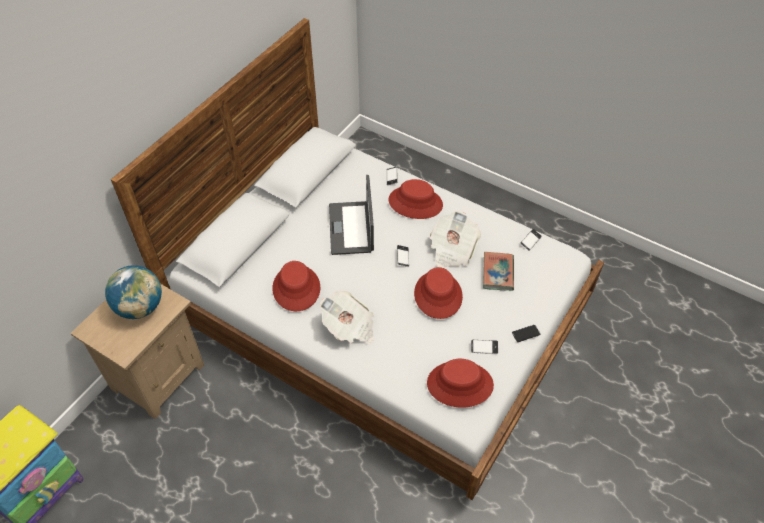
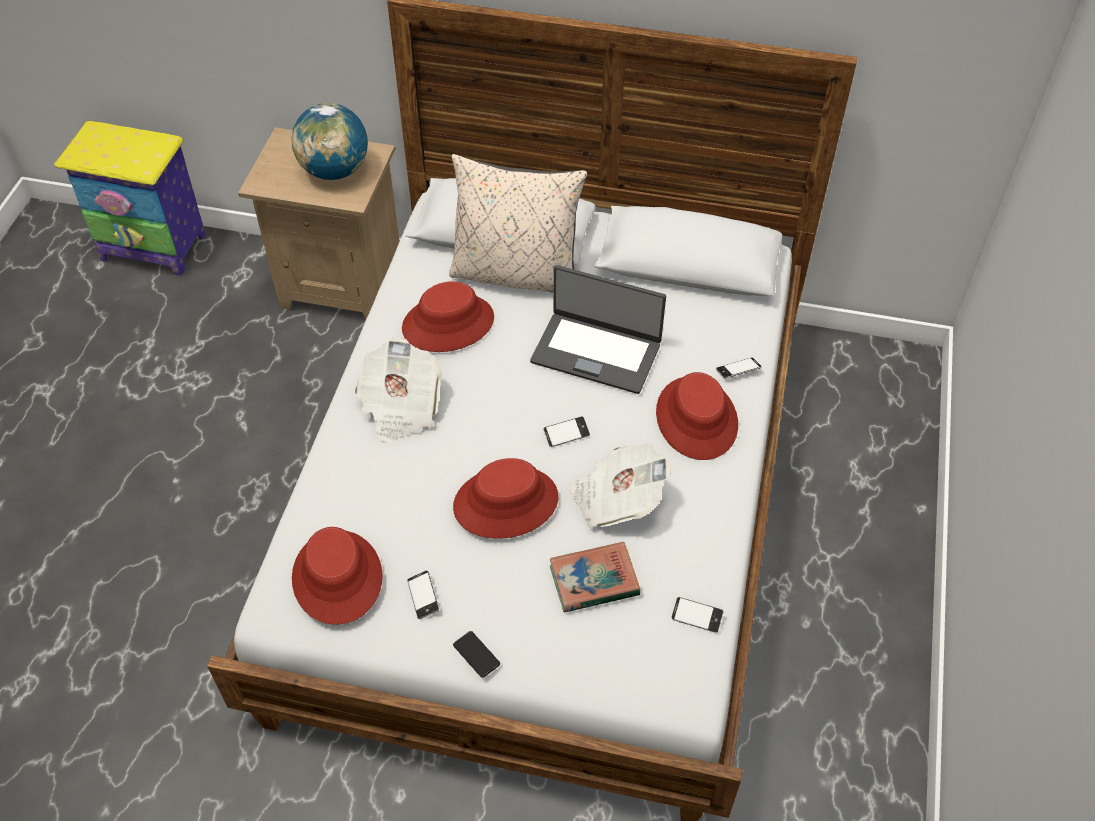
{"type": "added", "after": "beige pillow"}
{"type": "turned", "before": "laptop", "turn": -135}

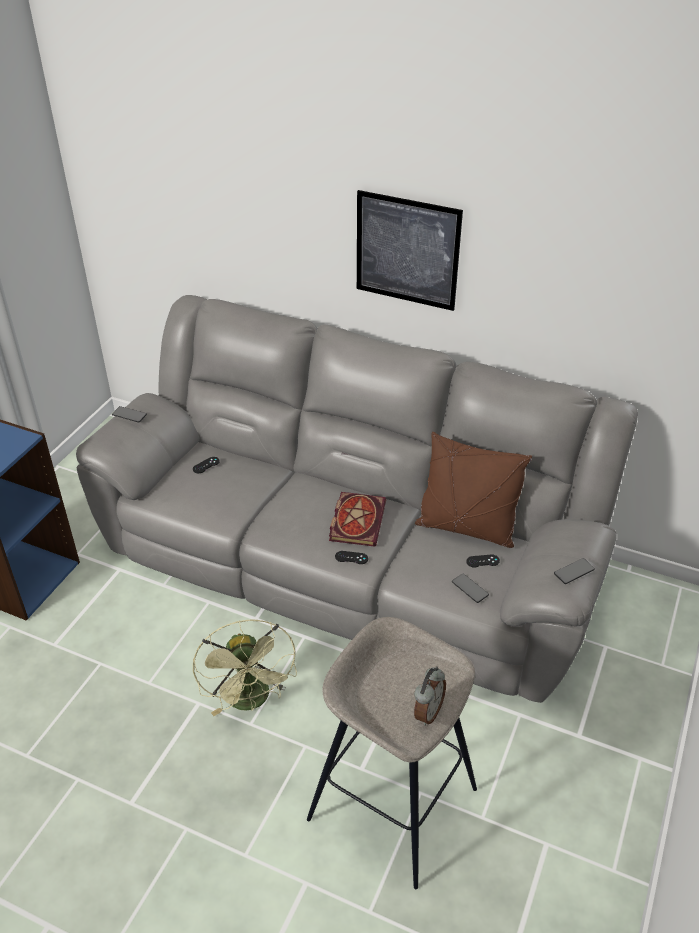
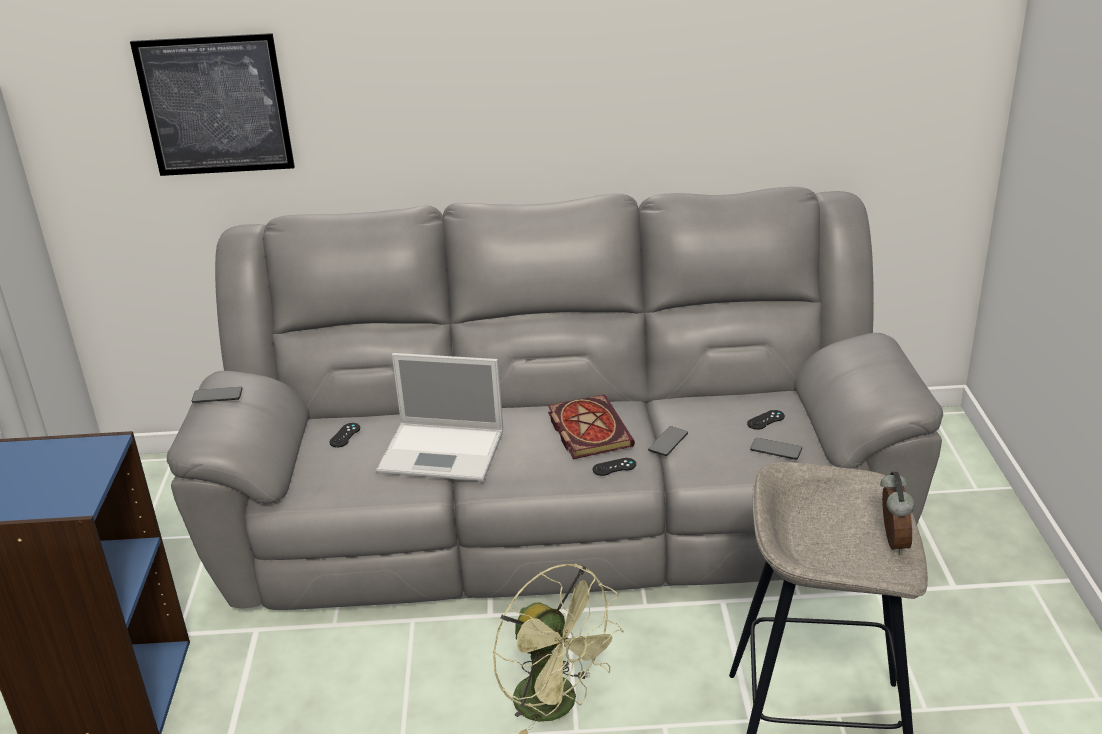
{"type": "moved", "before": "picture"}
{"type": "added", "after": "laptop"}
{"type": "moved", "before": "phone (3rd from left in the first image)", "after": "phone (2nd from left)"}
{"type": "removed", "before": "brown pillow"}

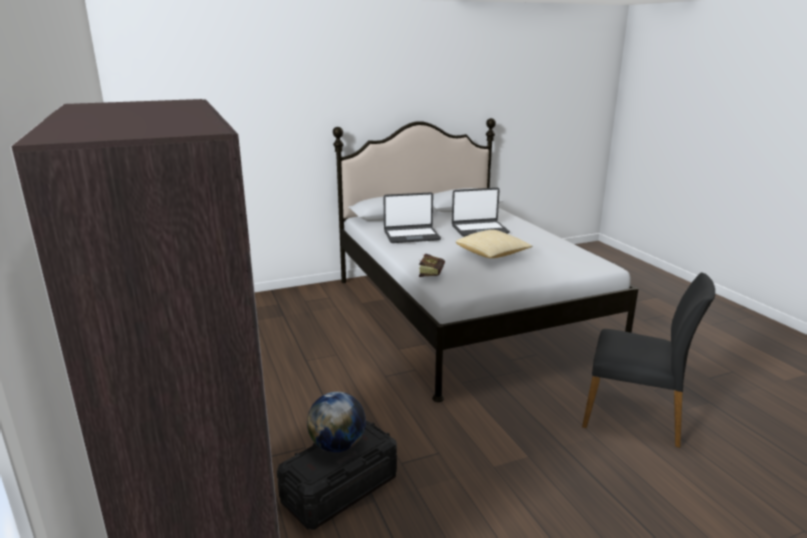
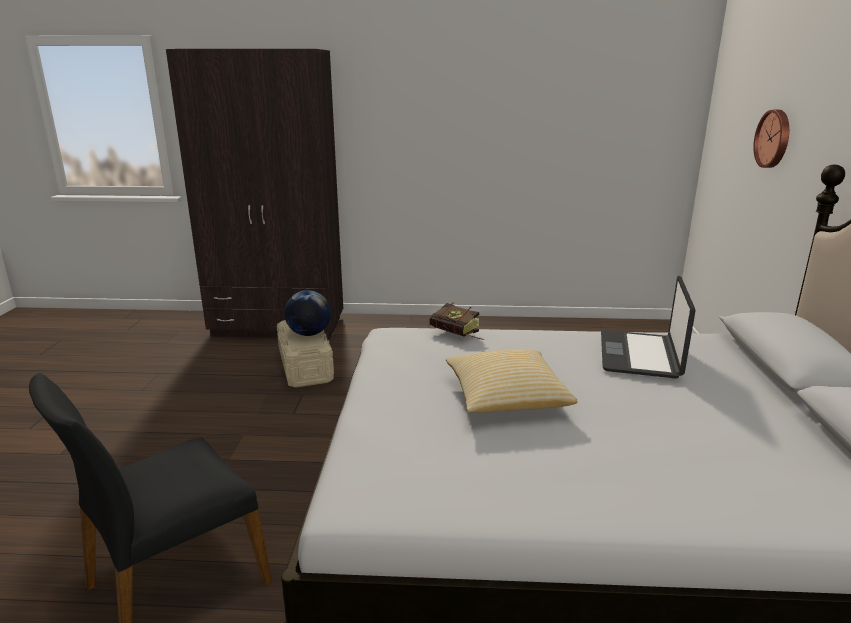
{"type": "recoloured", "before": "black storage box", "after": "beige storage box"}
{"type": "added", "after": "wall clock"}
{"type": "removed", "before": "laptop (2nd from left)"}

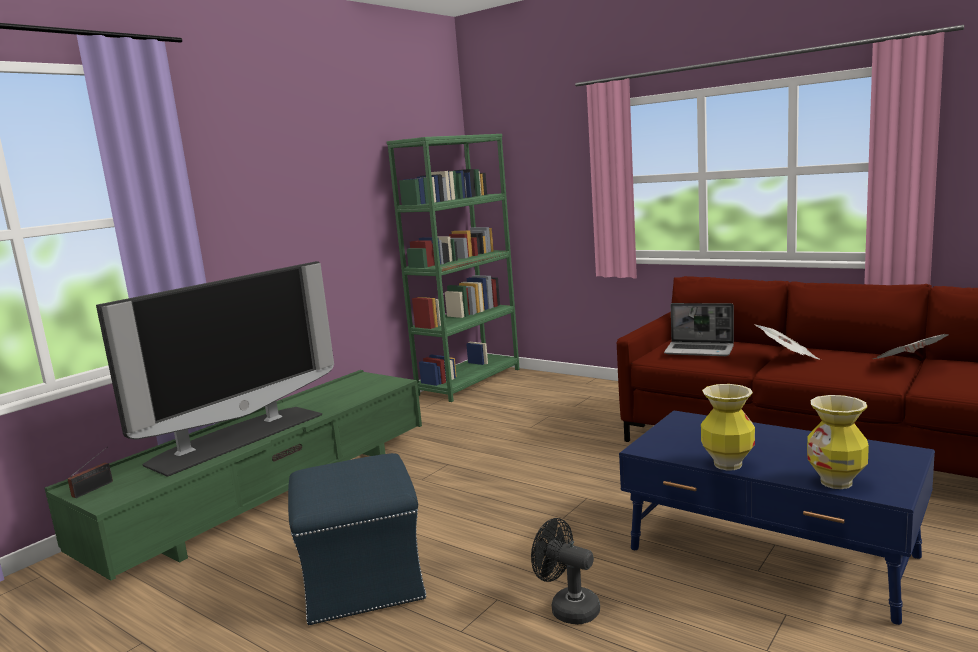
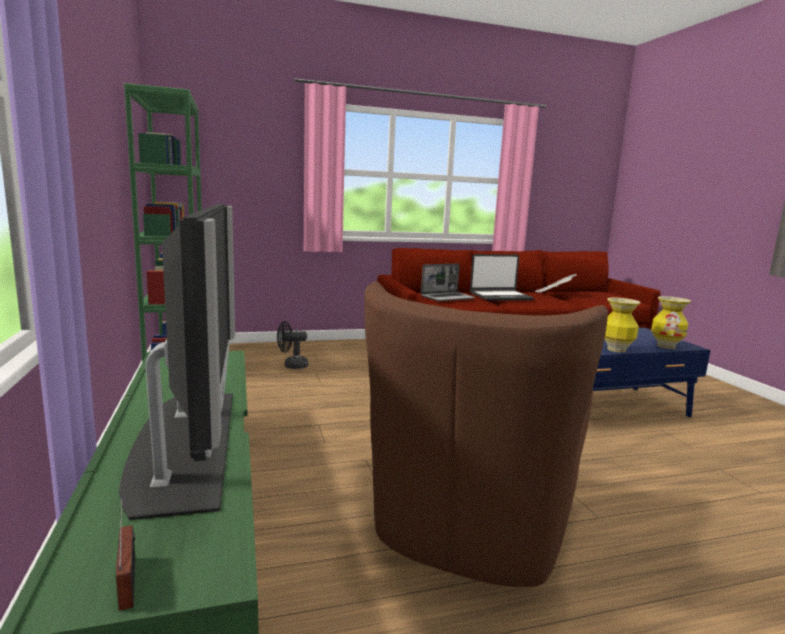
{"type": "moved", "before": "black fan"}
{"type": "replaced", "before": "blue ottoman", "after": "brown armchair"}
{"type": "replaced", "before": "newspaper (1st from left)", "after": "laptop (2nd from left)"}

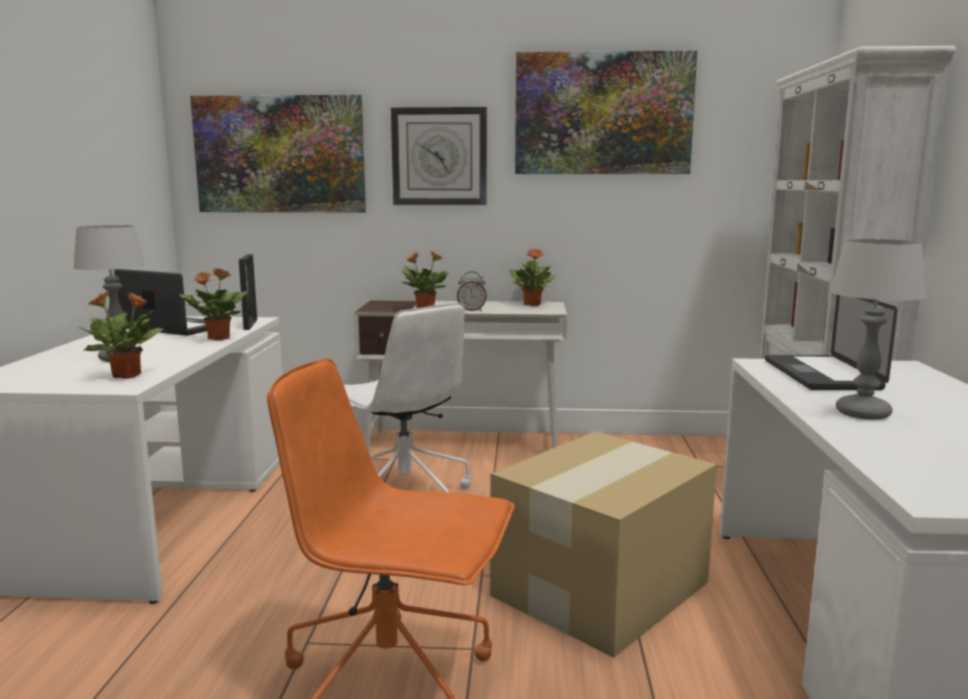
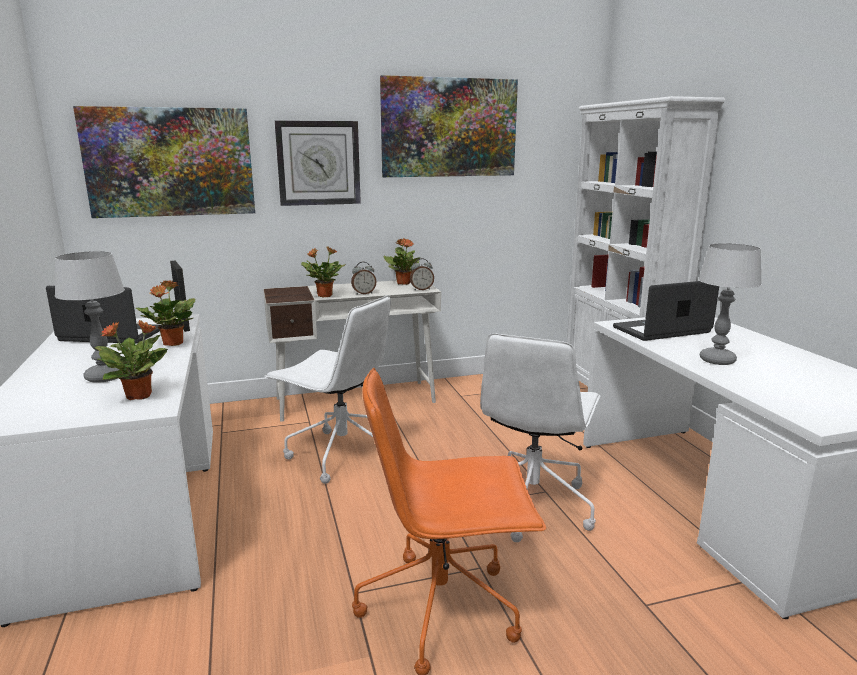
{"type": "added", "after": "alarm clock (2nd from left)"}
{"type": "replaced", "before": "cardboard box", "after": "white office chair (2nd from left)"}
{"type": "turned", "before": "laptop (2nd from left)", "turn": 90}

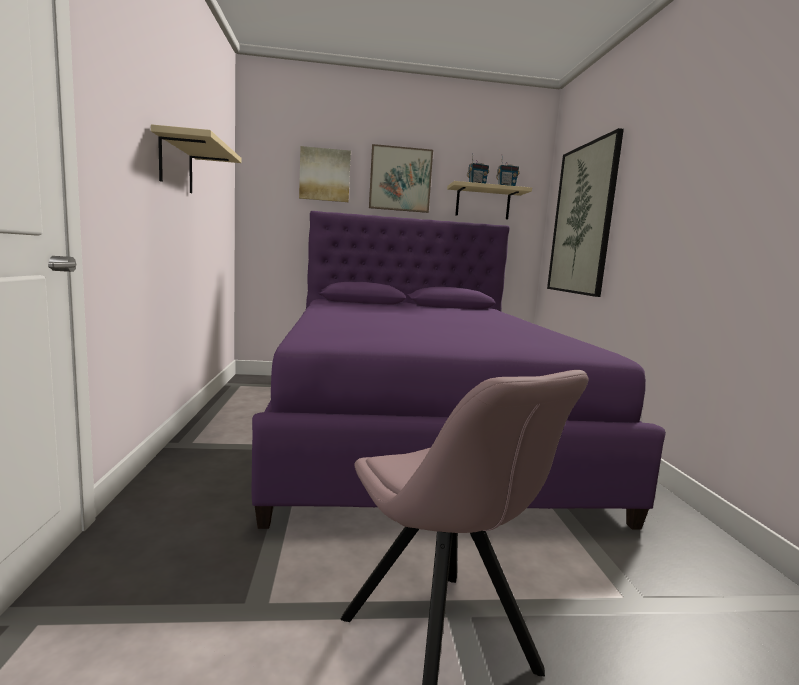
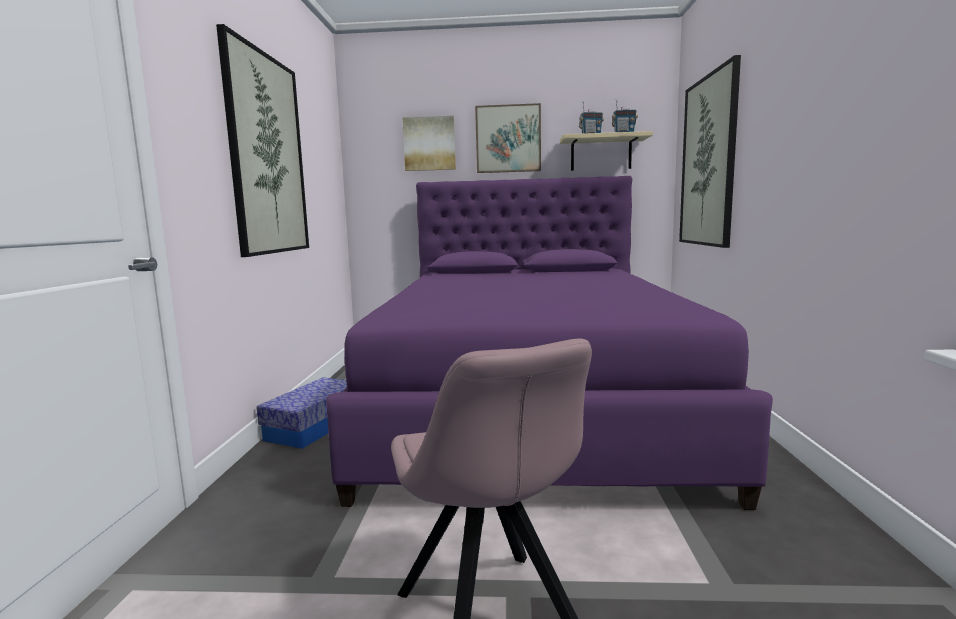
{"type": "replaced", "before": "beige shelf (1st from left)", "after": "picture (1st from left)"}
{"type": "added", "after": "storage box"}

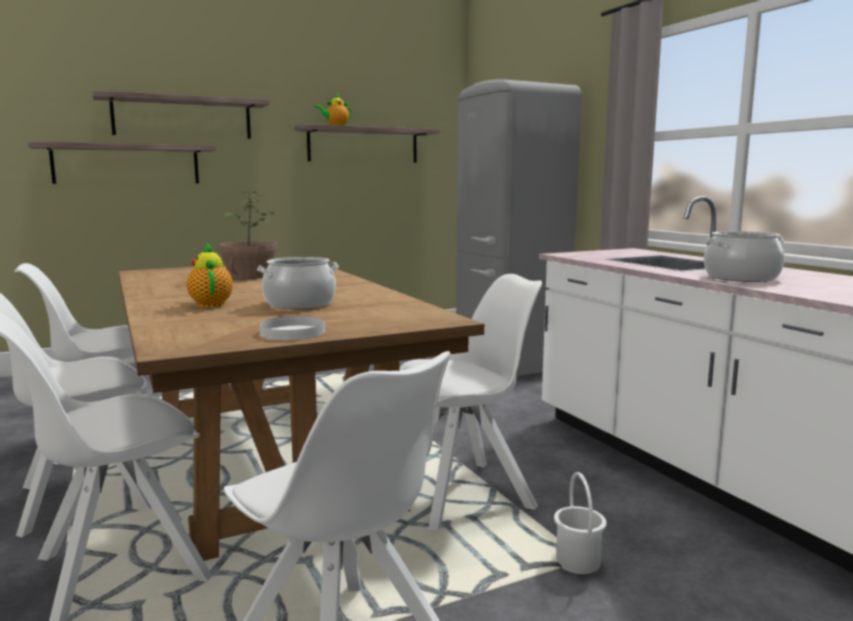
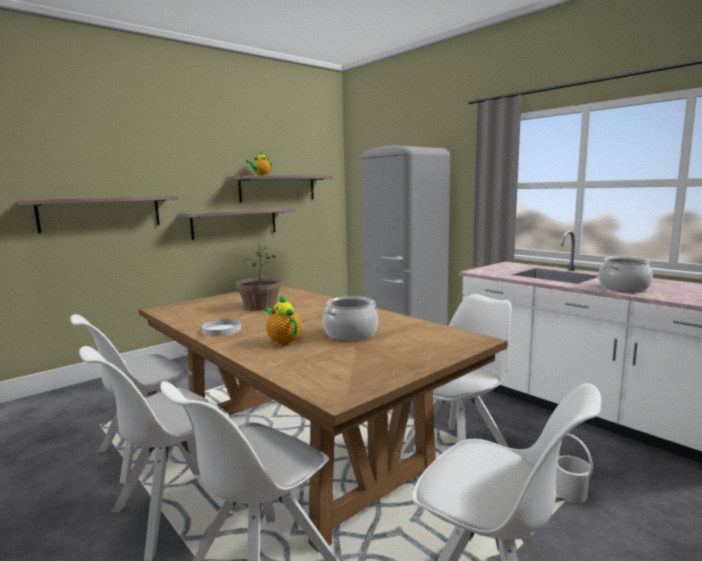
{"type": "moved", "before": "shelf (2nd from left)"}
{"type": "moved", "before": "white plate"}

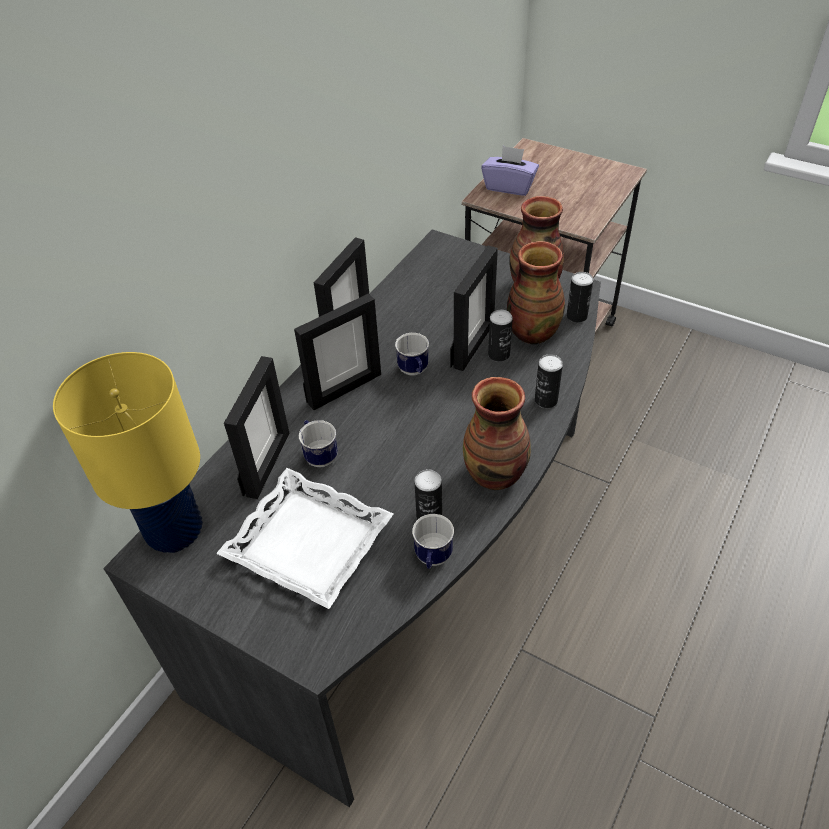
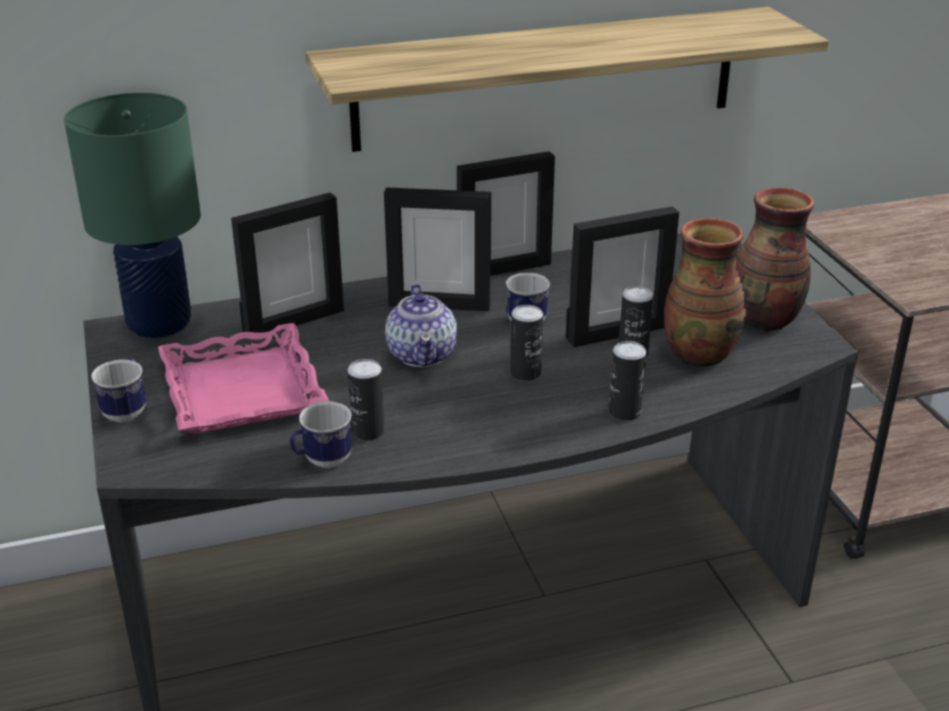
{"type": "recoloured", "before": "yellow table lamp", "after": "green table lamp"}
{"type": "moved", "before": "mug (1st from left)"}
{"type": "recoloured", "before": "white tray", "after": "pink tray"}
{"type": "added", "after": "shelf"}
{"type": "added", "after": "teapot"}
{"type": "moved", "before": "can (4th from left in the first image)", "after": "can (2nd from left)"}
{"type": "removed", "before": "vase (1st from left)"}
{"type": "removed", "before": "purple tissue box"}

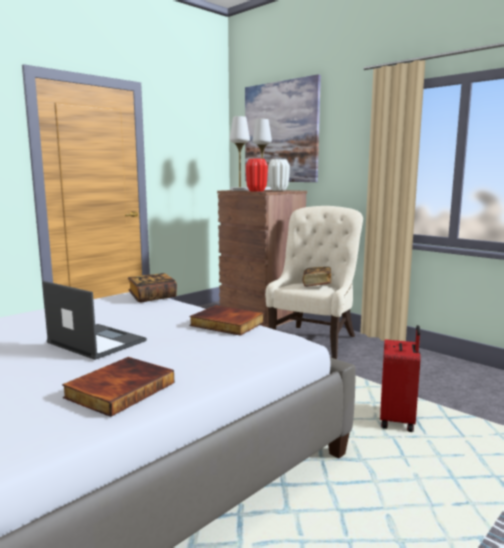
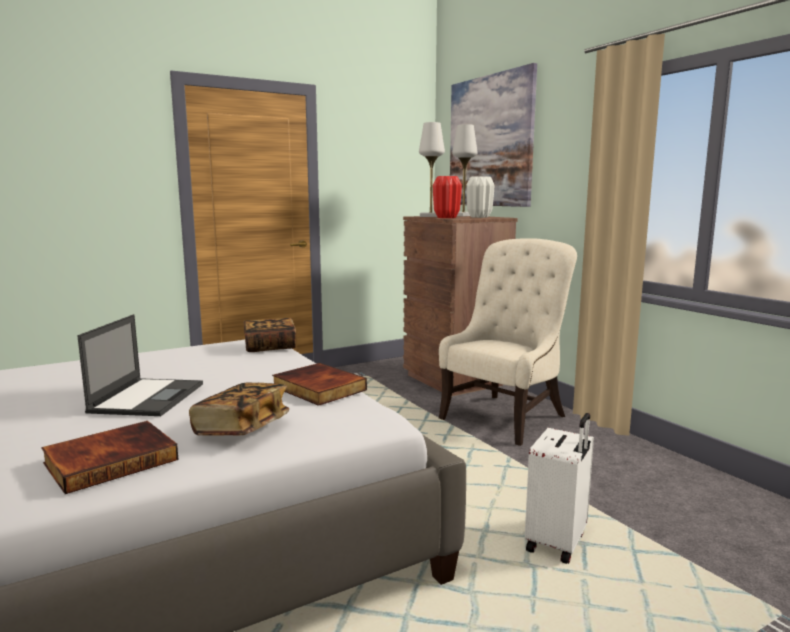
{"type": "turned", "before": "laptop", "turn": 45}
{"type": "moved", "before": "book (4th from left in the first image)", "after": "book (2nd from left)"}
{"type": "recoloured", "before": "red suitcase", "after": "white suitcase"}

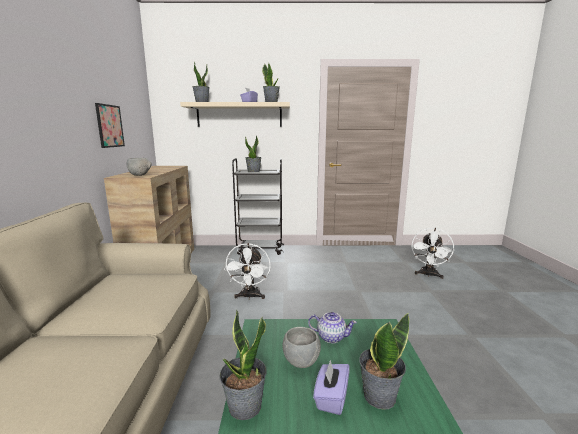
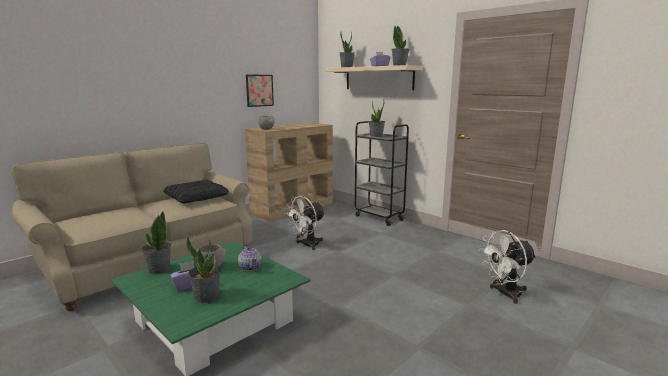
{"type": "added", "after": "black pillow"}

